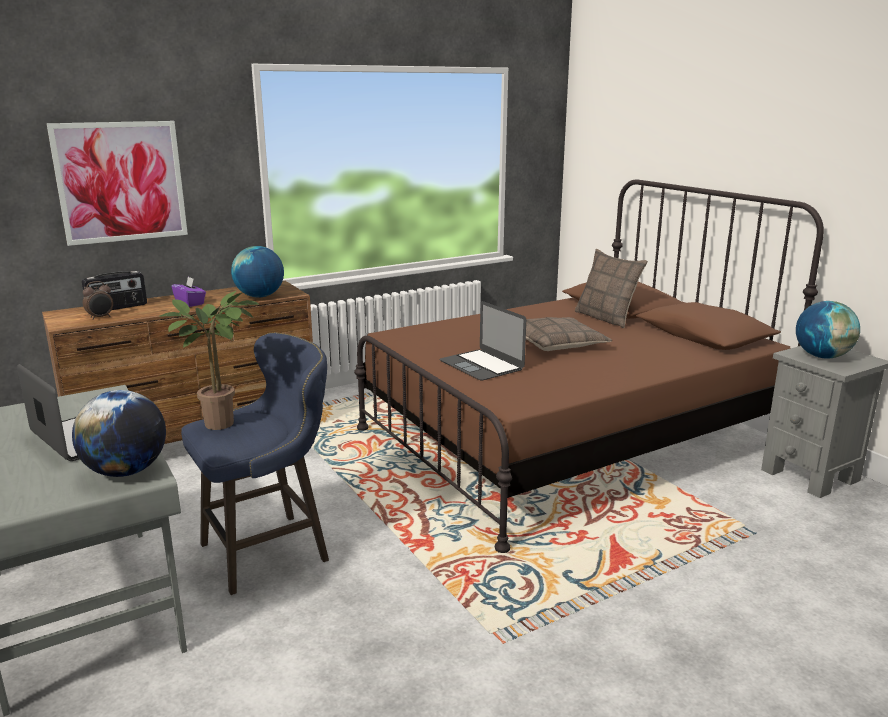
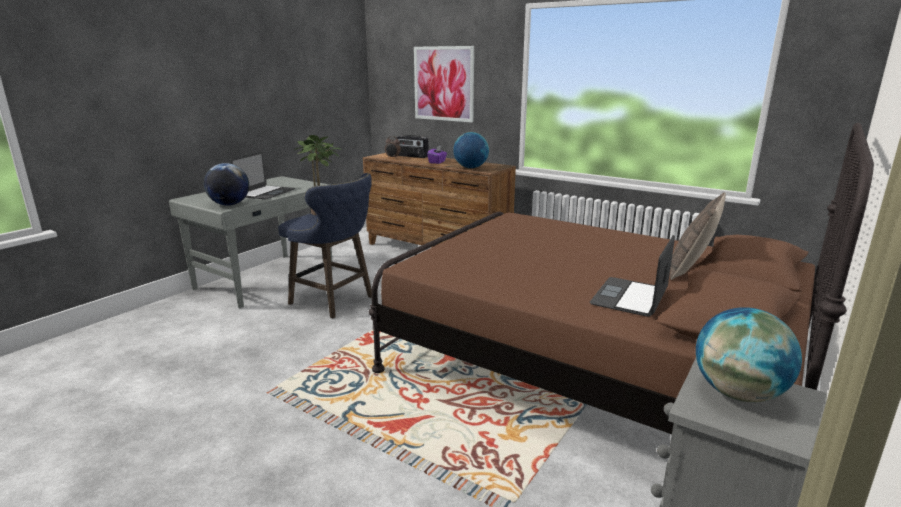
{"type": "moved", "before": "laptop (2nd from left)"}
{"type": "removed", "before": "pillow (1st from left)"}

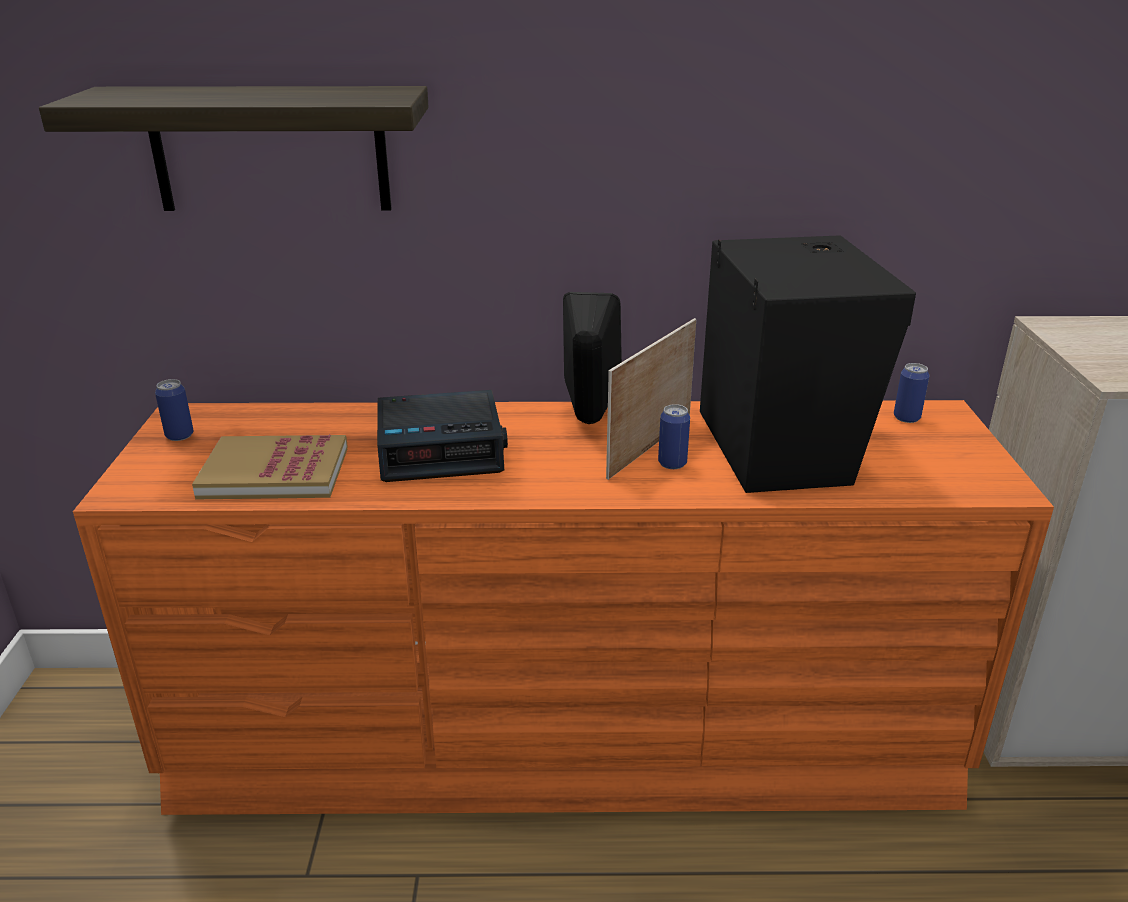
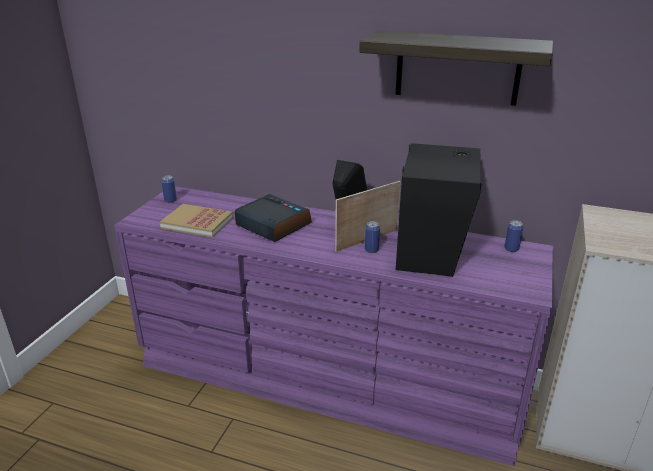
{"type": "recoloured", "before": "orange dresser", "after": "purple dresser"}
{"type": "turned", "before": "alarm clock", "turn": -150}
{"type": "moved", "before": "shelf"}

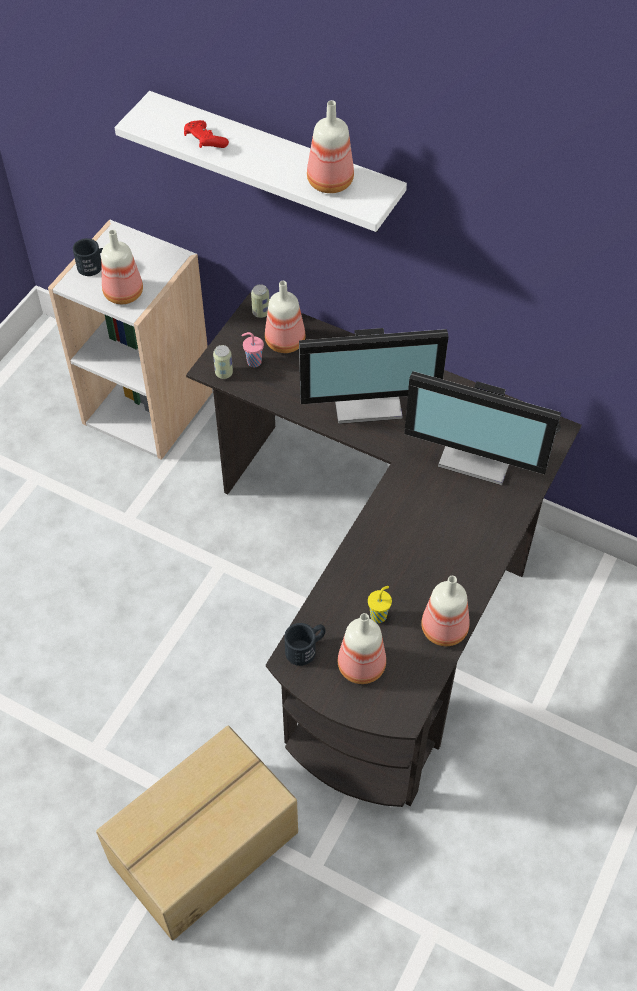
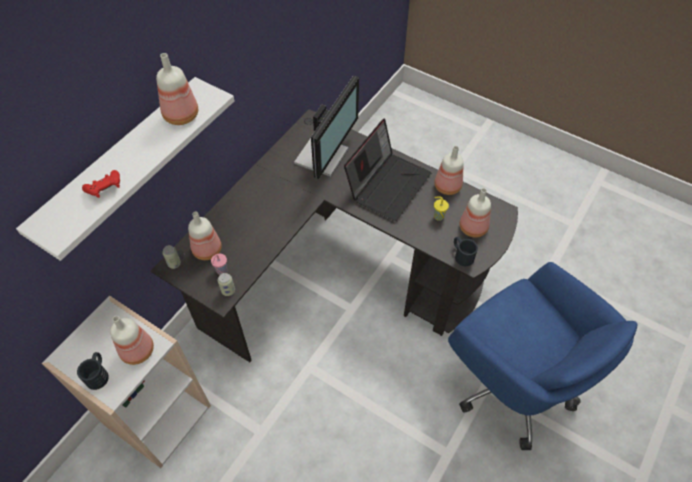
{"type": "added", "after": "laptop"}
{"type": "replaced", "before": "cardboard box", "after": "blue office chair"}
{"type": "removed", "before": "monitor (1st from left)"}

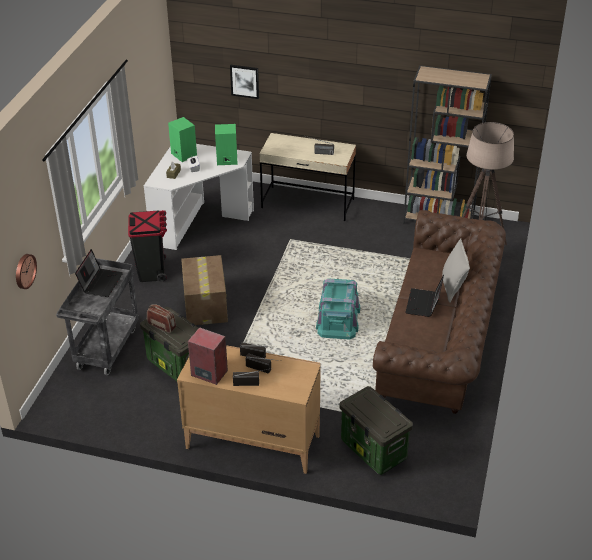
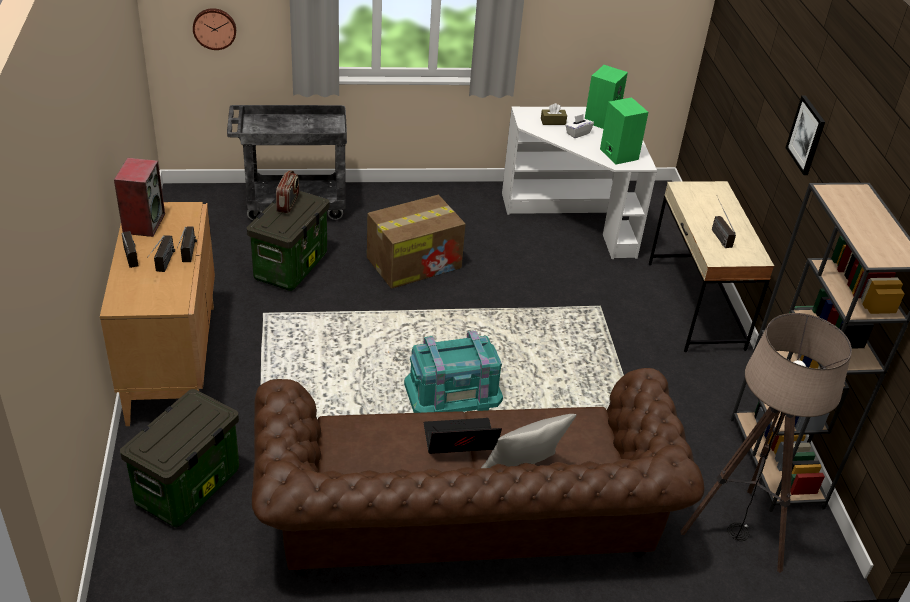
{"type": "moved", "before": "picture"}
{"type": "removed", "before": "laptop (1st from left)"}
{"type": "removed", "before": "black trash can"}

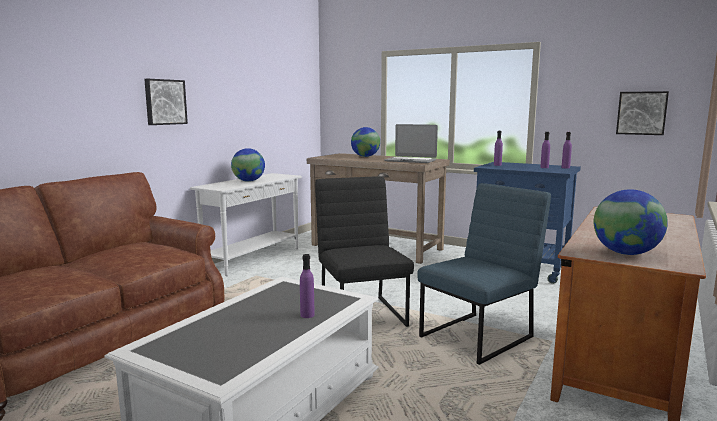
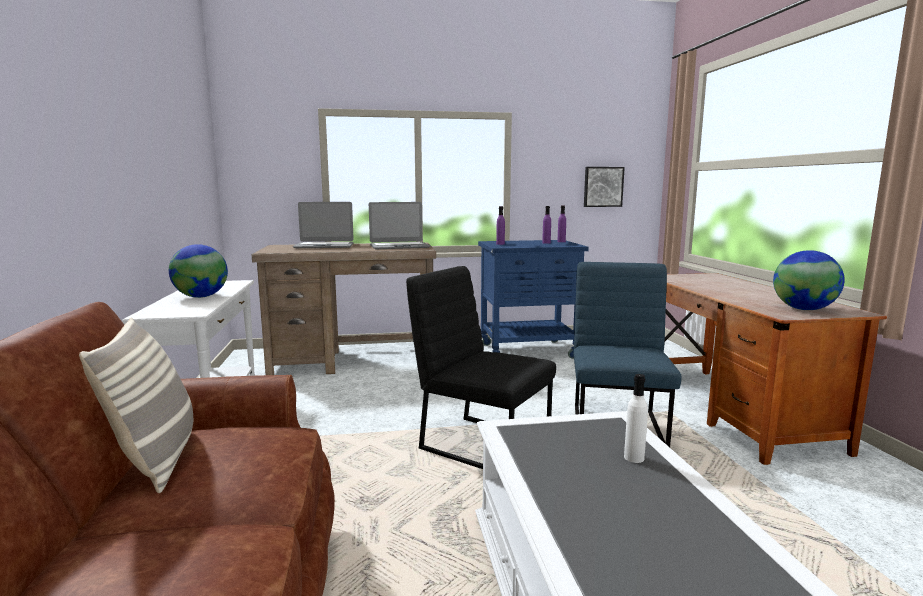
{"type": "added", "after": "pillow"}
{"type": "replaced", "before": "globe (2nd from left)", "after": "laptop (1st from left)"}
{"type": "recoloured", "before": "purple bottle (1st from left)", "after": "white bottle"}
{"type": "removed", "before": "picture (1st from left)"}

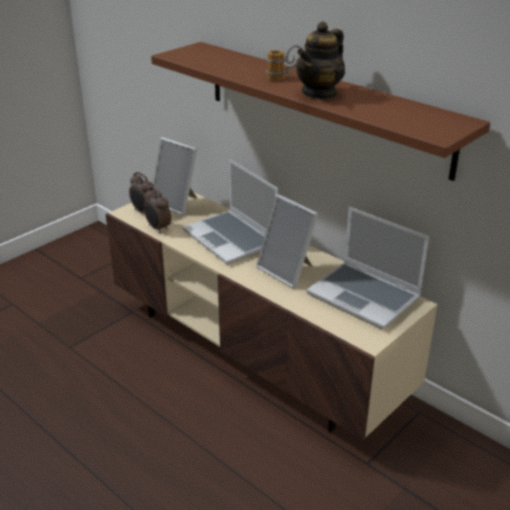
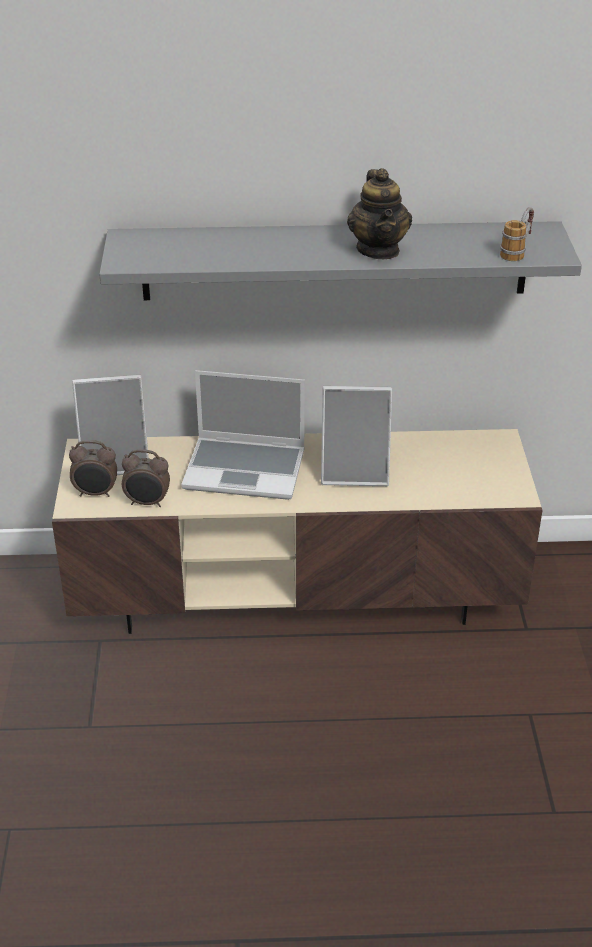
{"type": "recoloured", "before": "brown shelf", "after": "grey shelf"}
{"type": "moved", "before": "mug"}
{"type": "removed", "before": "laptop (2nd from left)"}

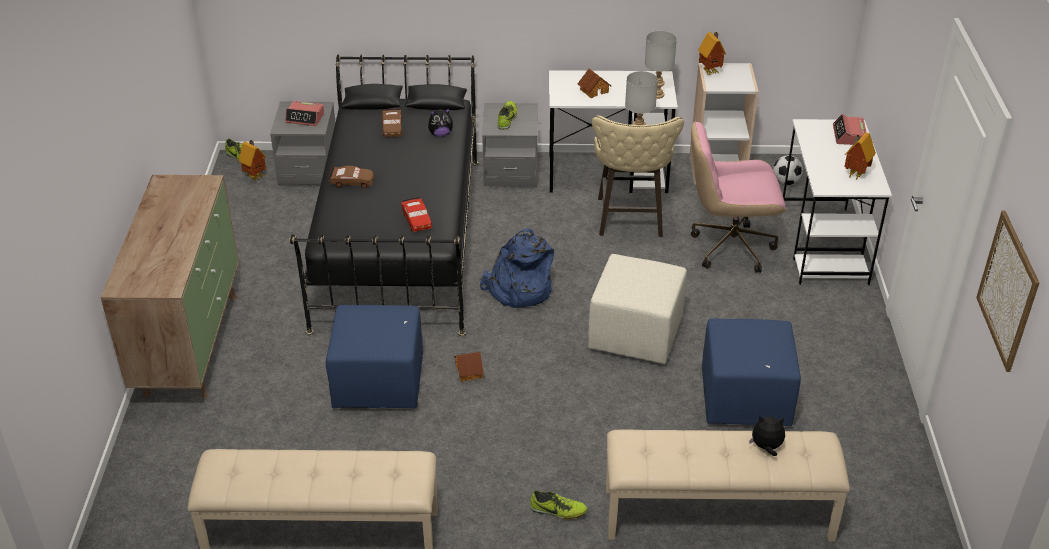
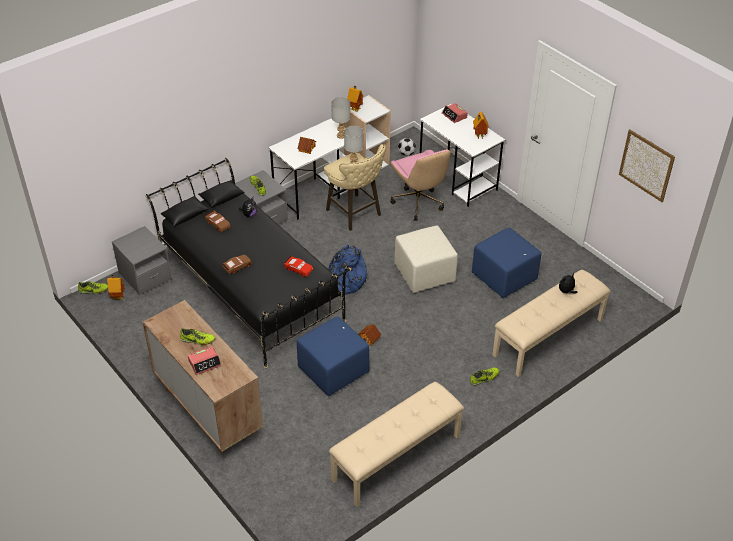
{"type": "added", "after": "shoe (2nd from left)"}
{"type": "moved", "before": "alarm clock (1st from left)"}
{"type": "turned", "before": "pink office chair", "turn": -75}

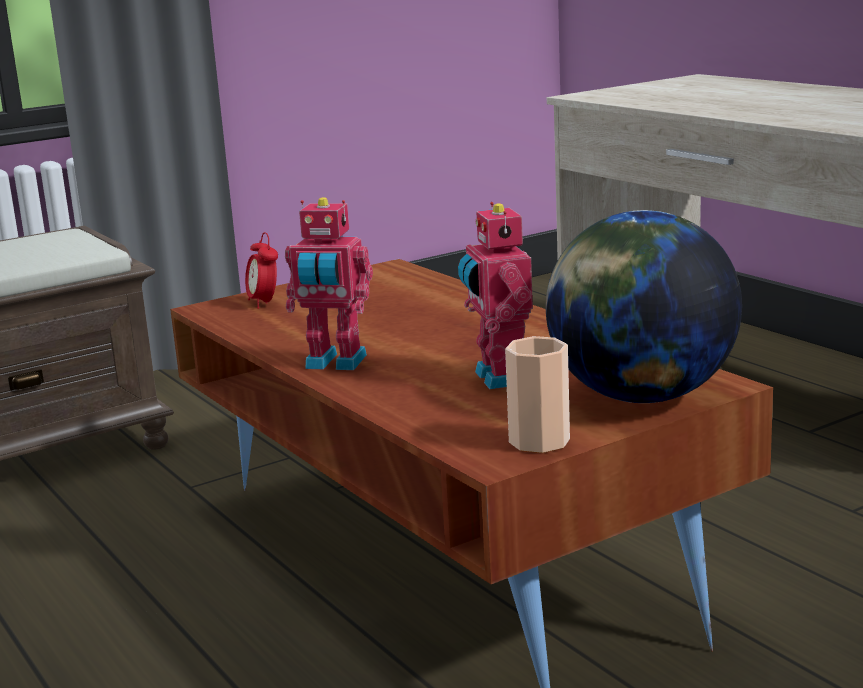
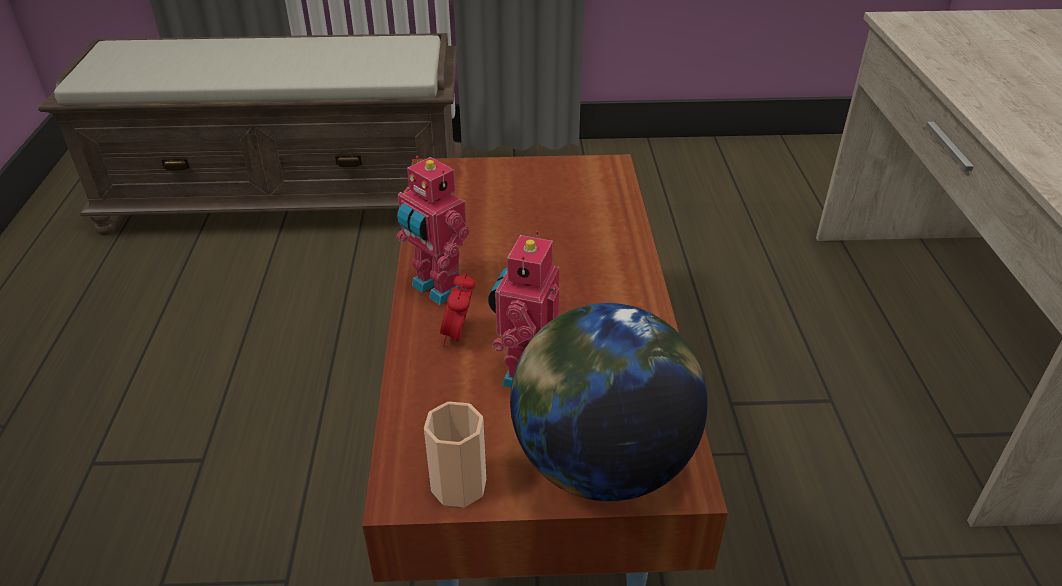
{"type": "moved", "before": "alarm clock"}

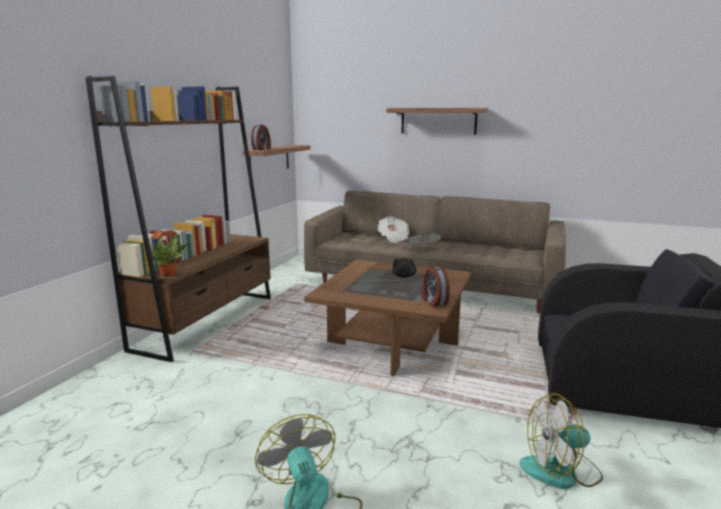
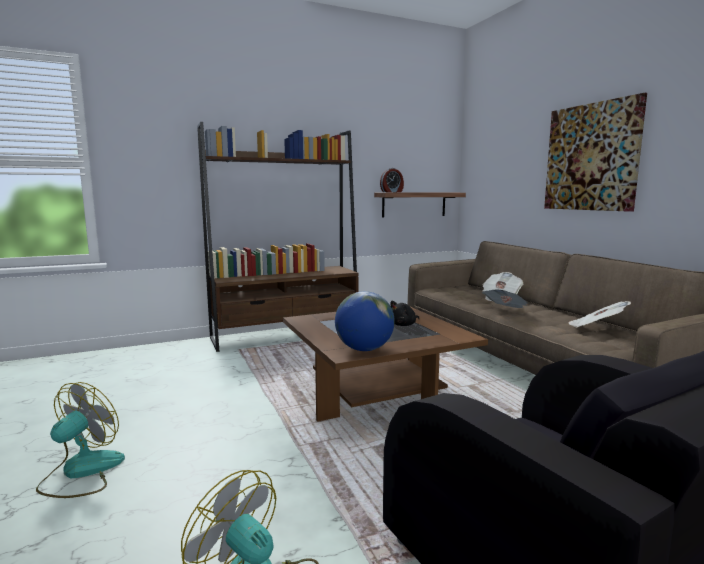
{"type": "replaced", "before": "alarm clock (2nd from left)", "after": "globe"}
{"type": "replaced", "before": "shelf (2nd from left)", "after": "picture"}
{"type": "added", "after": "newspaper (3rd from left)"}
{"type": "removed", "before": "potted plant"}

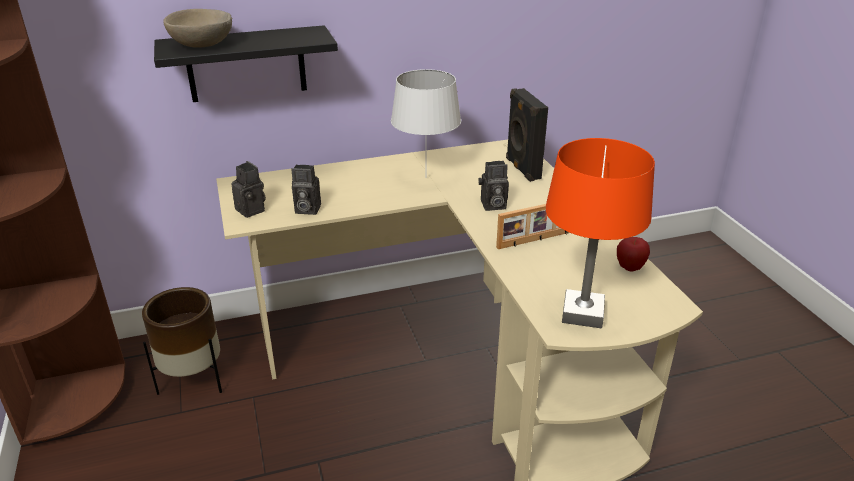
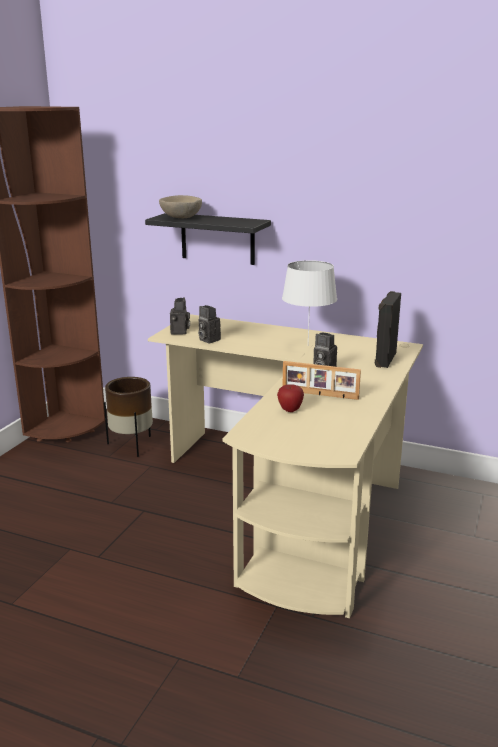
{"type": "moved", "before": "apple"}
{"type": "removed", "before": "orange table lamp"}

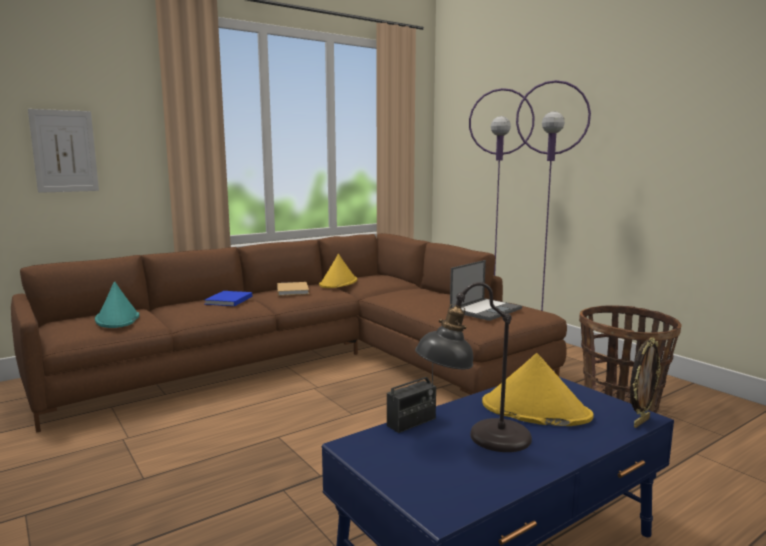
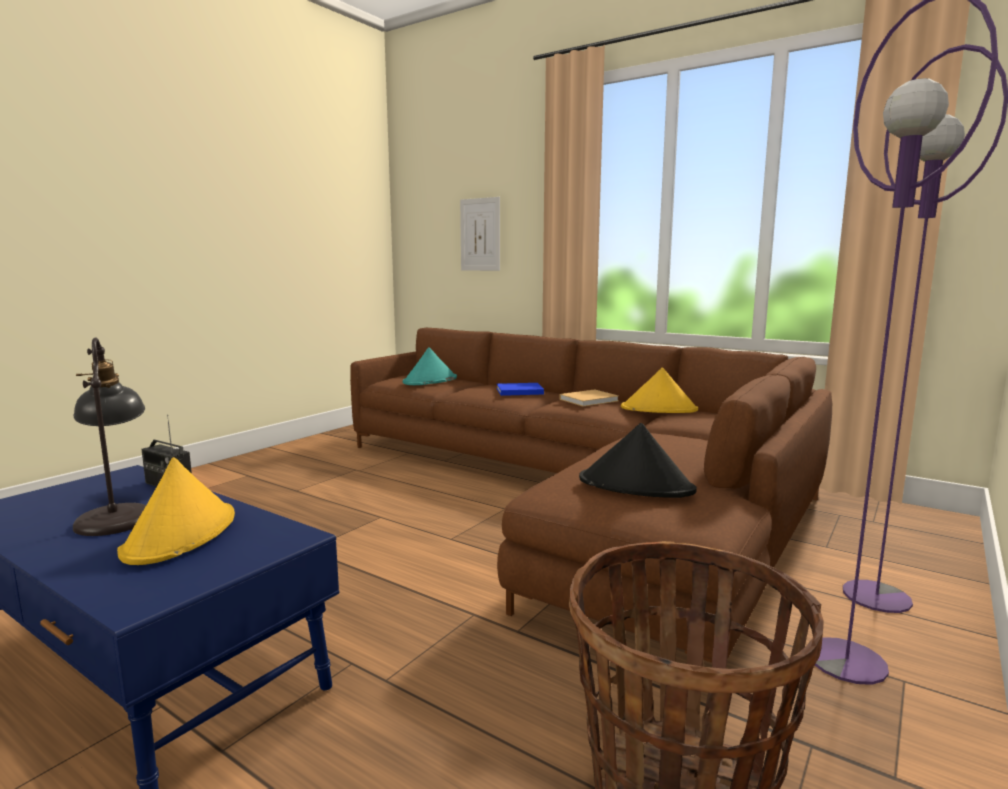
{"type": "replaced", "before": "laptop", "after": "black hat"}
{"type": "removed", "before": "picture frame"}

